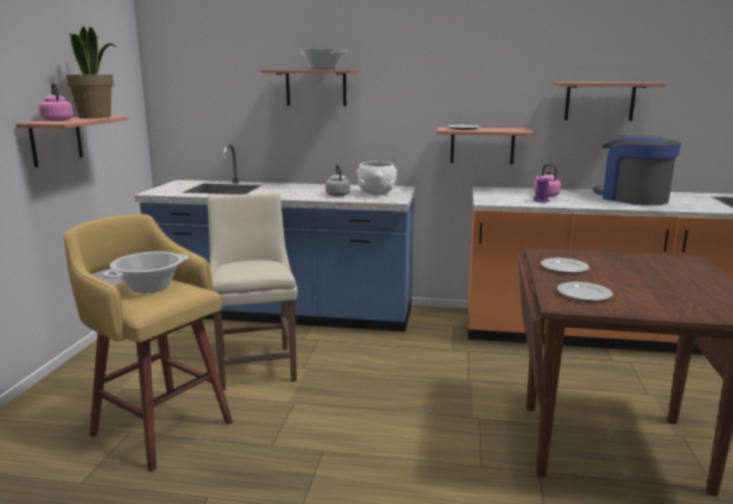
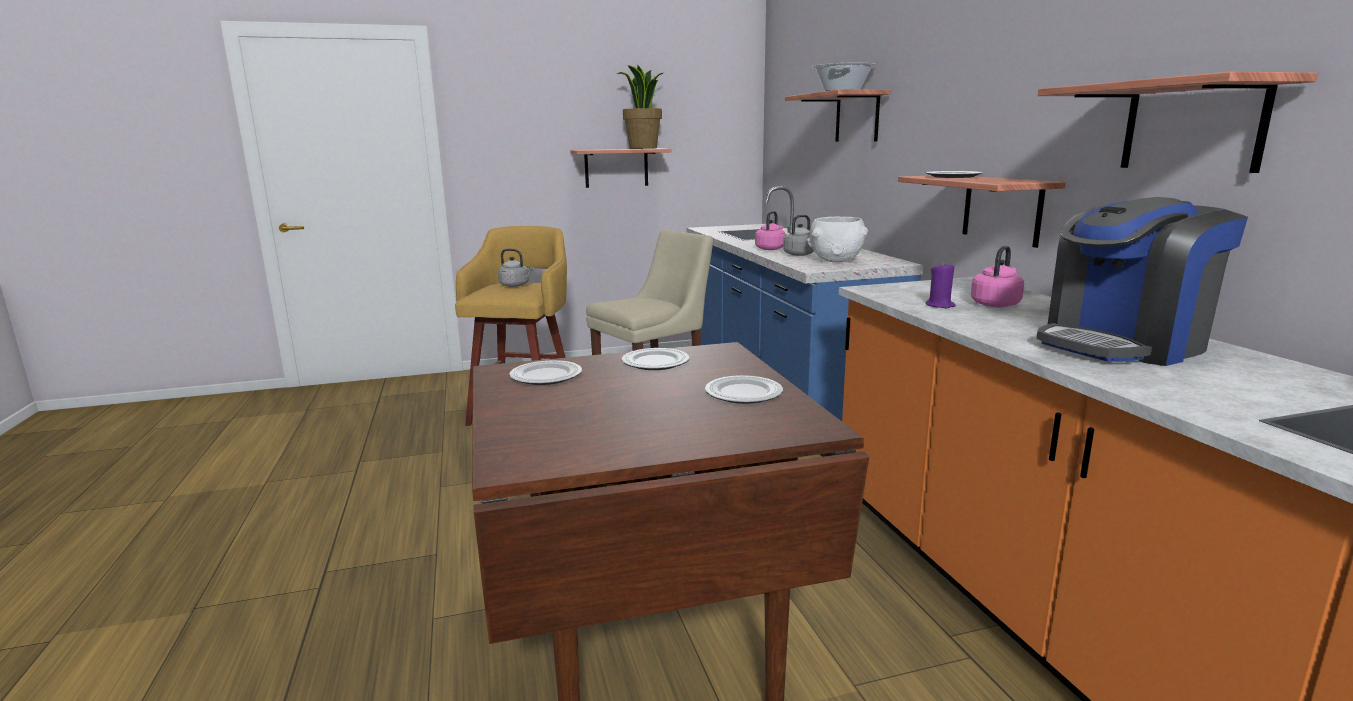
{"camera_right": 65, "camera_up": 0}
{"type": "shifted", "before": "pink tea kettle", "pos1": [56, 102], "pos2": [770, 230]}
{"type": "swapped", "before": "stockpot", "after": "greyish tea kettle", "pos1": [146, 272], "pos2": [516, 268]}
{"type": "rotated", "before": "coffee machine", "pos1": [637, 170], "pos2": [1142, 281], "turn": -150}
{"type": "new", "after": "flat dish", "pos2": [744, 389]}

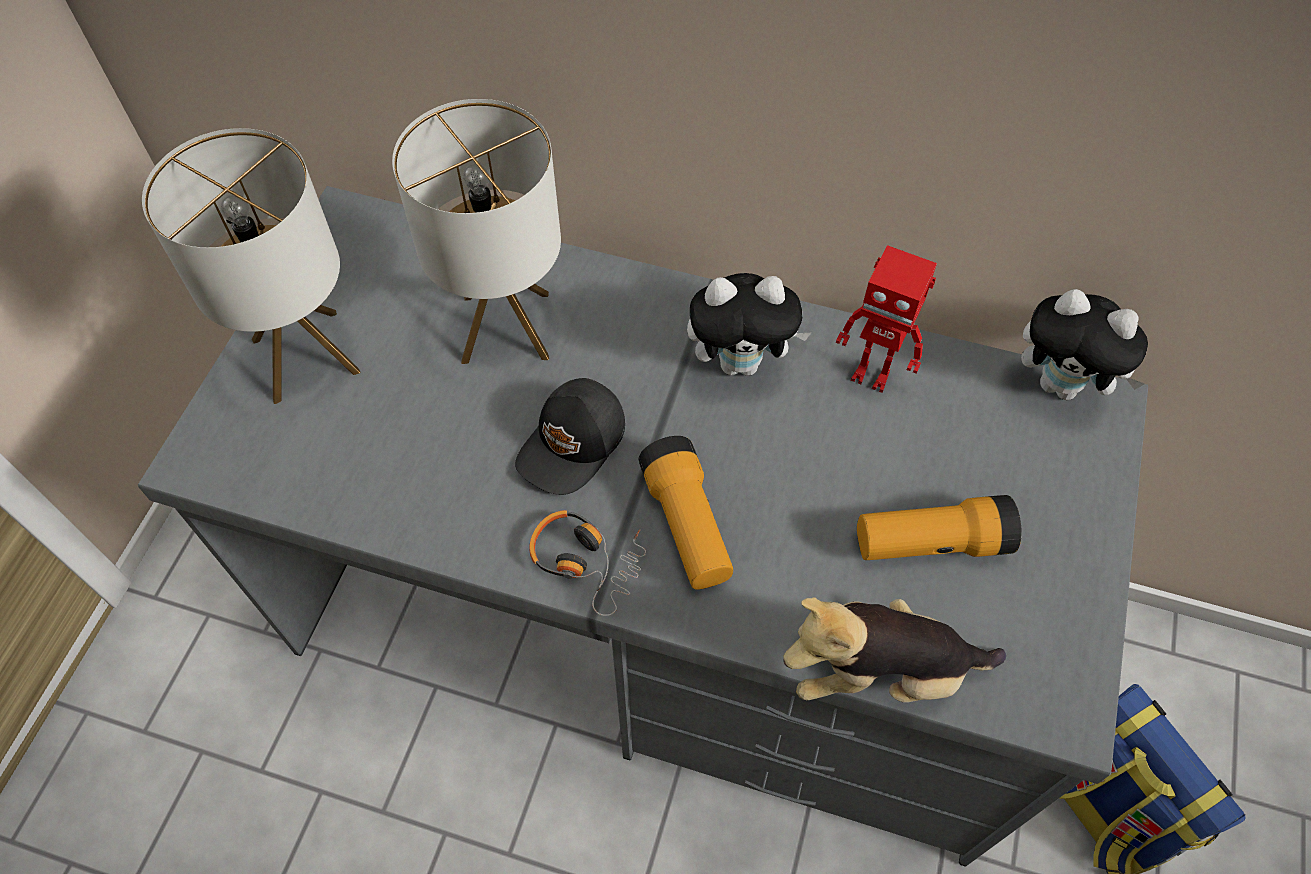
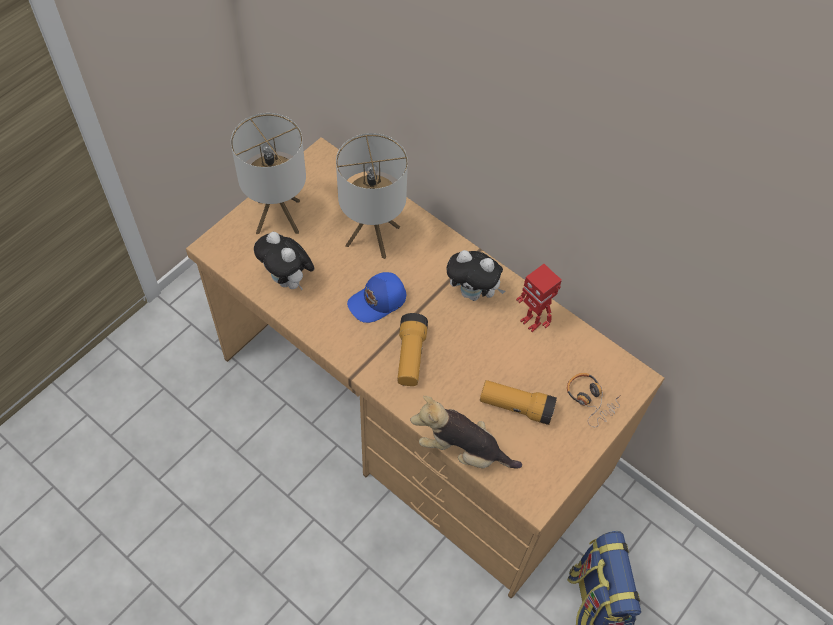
{"camera_right": 20, "camera_up": 0}
{"type": "repainted", "before": "greyish desk", "after": "brownish desk", "pos1": [643, 526], "pos2": [425, 367]}
{"type": "repainted", "before": "blackish cap", "after": "blue-coloured cap", "pos1": [570, 436], "pos2": [376, 297]}
{"type": "shifted", "before": "headset", "pos1": [587, 563], "pos2": [594, 400]}
{"type": "shifted", "before": "plush toy", "pos1": [1084, 344], "pos2": [284, 261]}

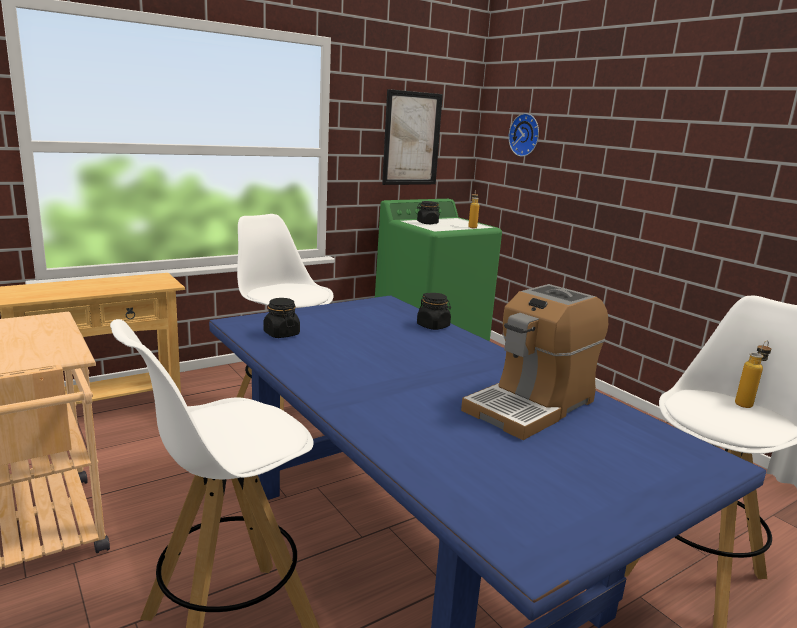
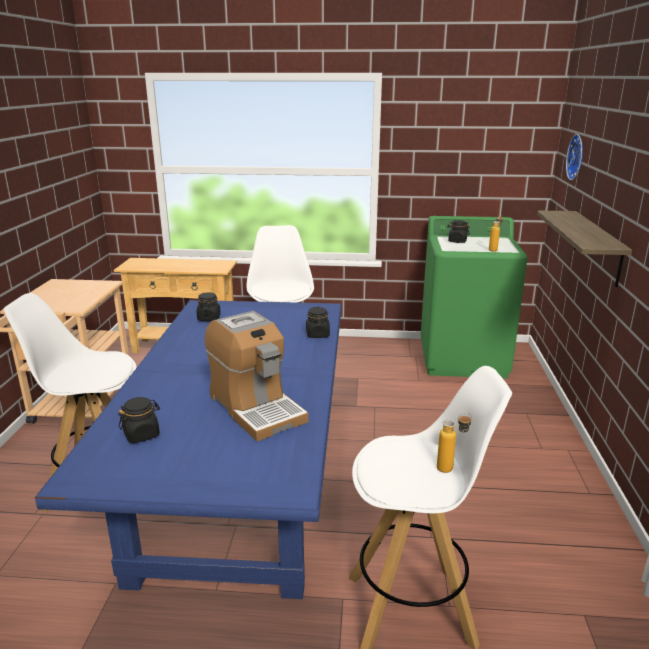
{"camera_right": 40, "camera_up": 5}
{"type": "gone", "before": "wall picture", "pos1": [412, 137]}
{"type": "rotated", "before": "coffee machine", "pos1": [534, 362], "pos2": [257, 376], "turn": -120}
{"type": "new", "after": "blackish preserve jar", "pos2": [139, 420]}
{"type": "new", "after": "bracket shelf", "pos2": [584, 248]}

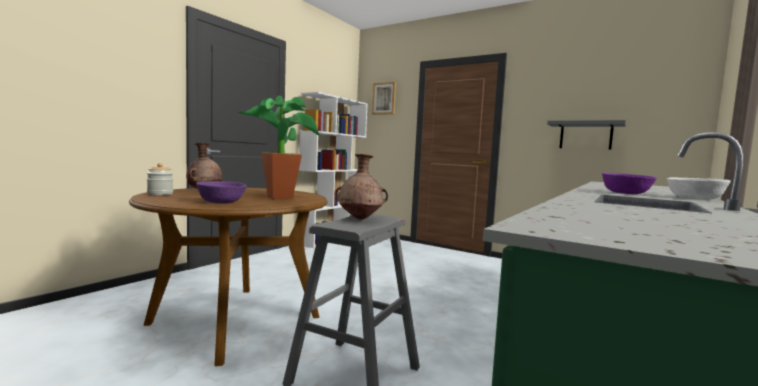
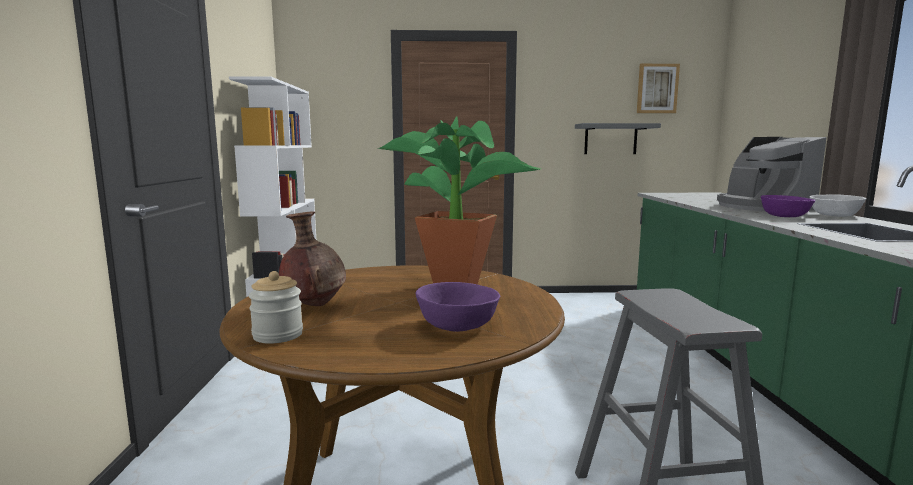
{"camera_right": -35, "camera_up": 5}
{"type": "gone", "before": "brownish vase", "pos1": [361, 187]}
{"type": "shifted", "before": "wall picture", "pos1": [384, 98], "pos2": [658, 88]}
{"type": "new", "after": "coffee machine", "pos2": [771, 174]}

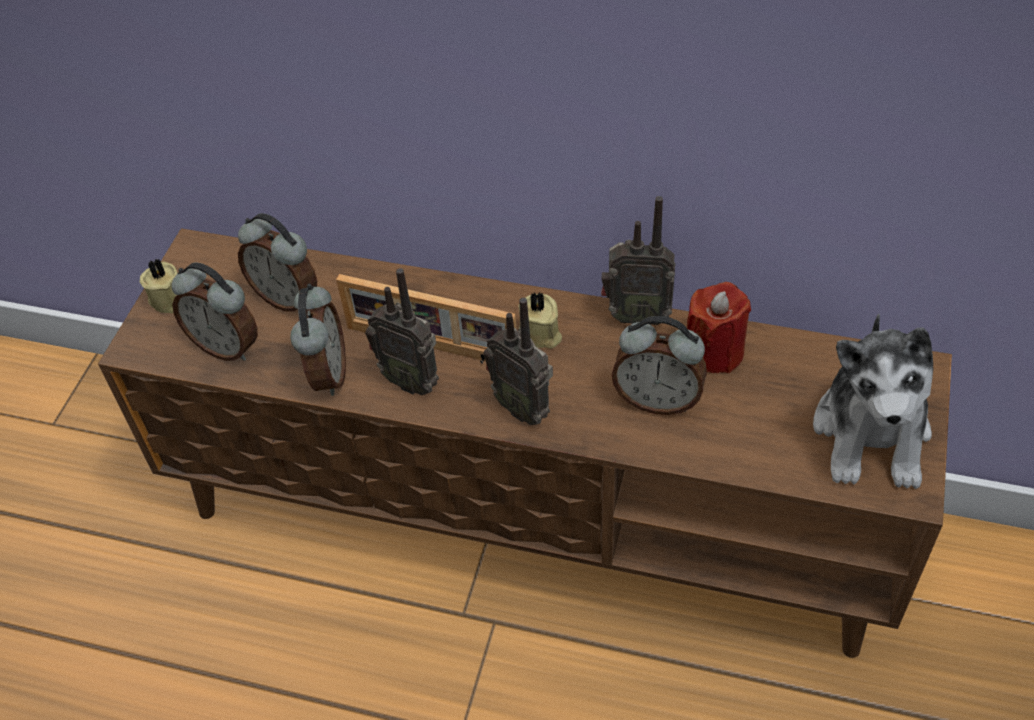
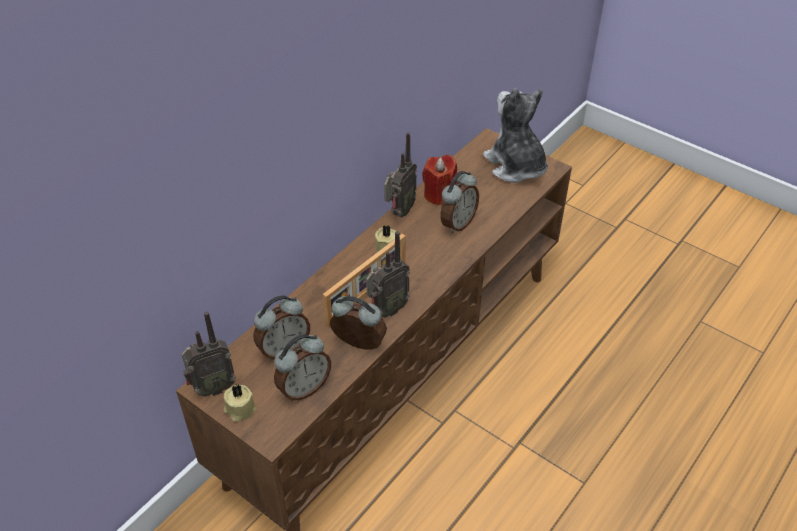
{"camera_right": -70, "camera_up": -5}
{"type": "shifted", "before": "radio", "pos1": [518, 361], "pos2": [209, 354]}
{"type": "rotated", "before": "plush toy", "pos1": [873, 401], "pos2": [515, 135], "turn": -150}

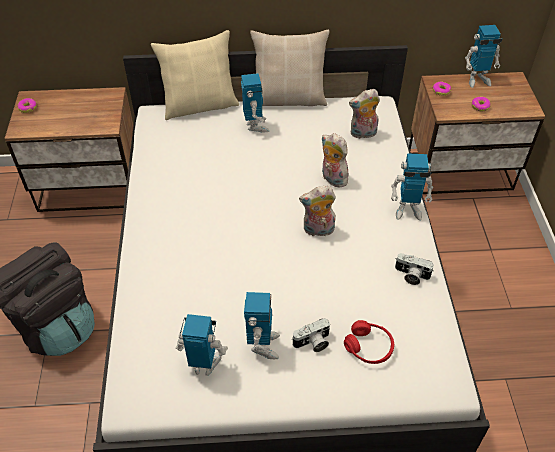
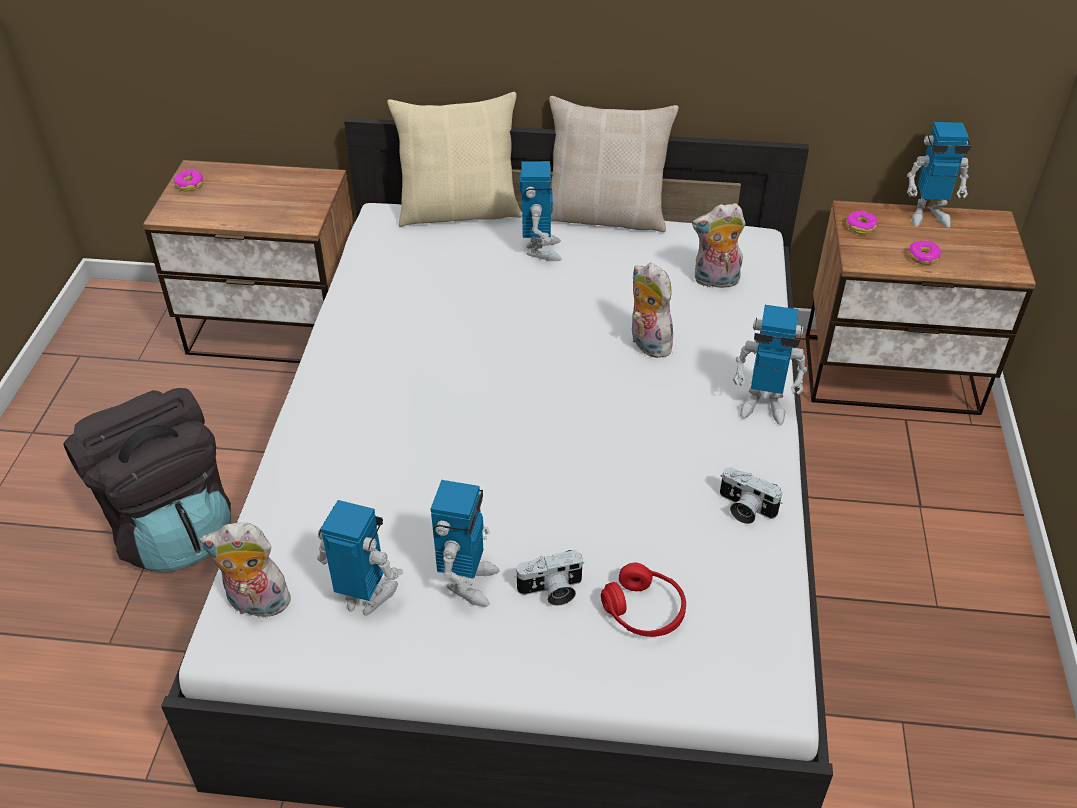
{"camera_right": 10, "camera_up": -5}
{"type": "shifted", "before": "plush toy", "pos1": [317, 211], "pos2": [245, 572]}

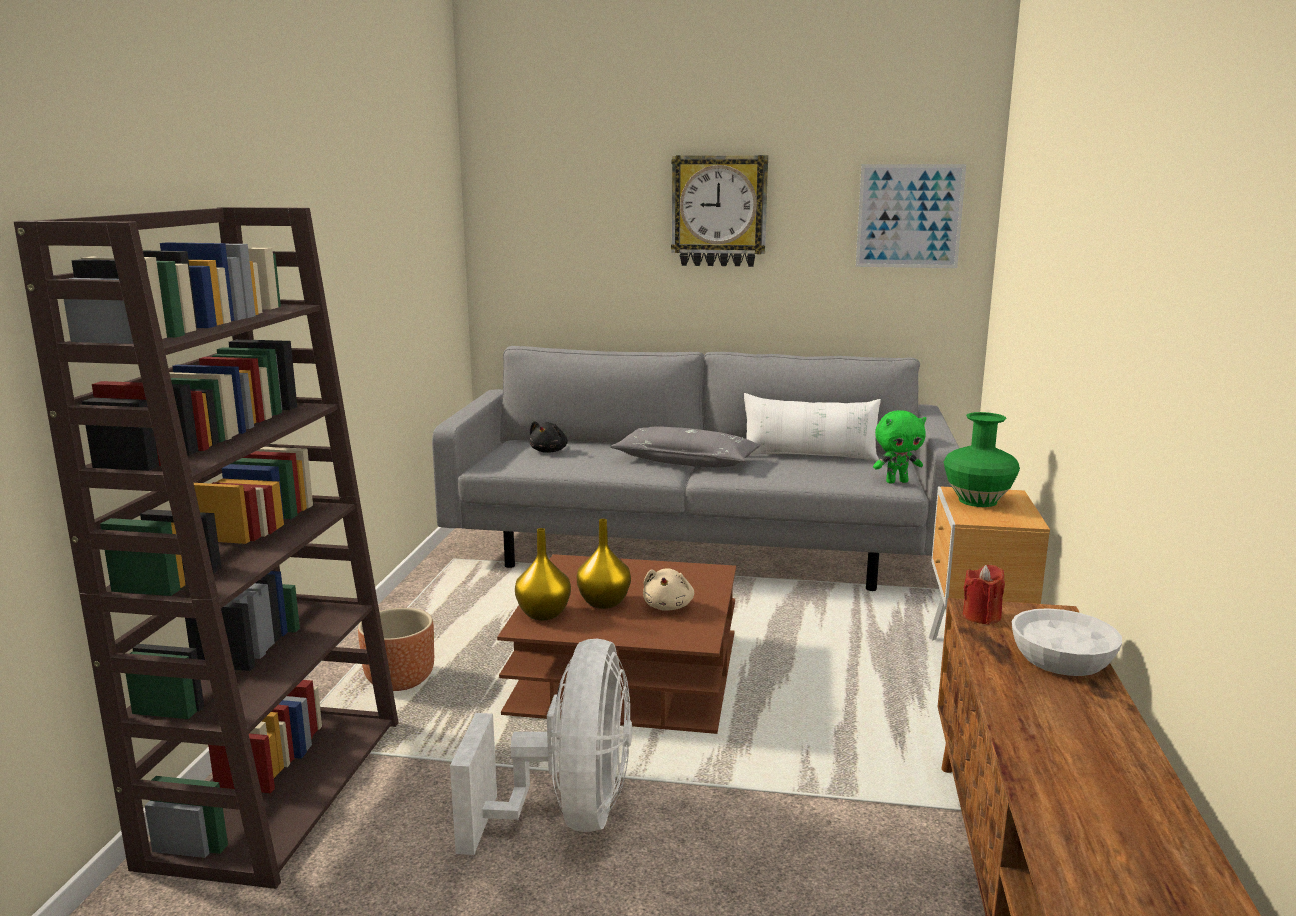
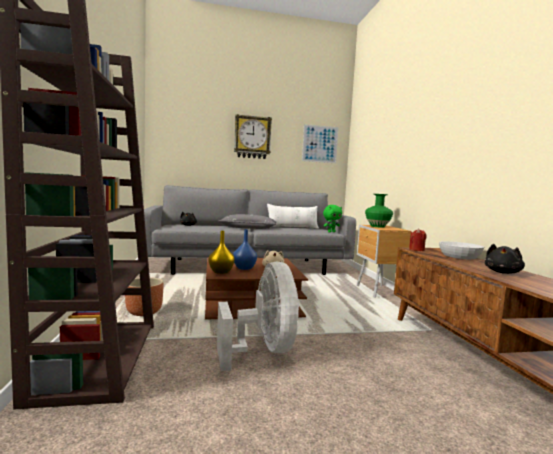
{"camera_right": -20, "camera_up": -10}
{"type": "repainted", "before": "yellowish vase", "after": "blue-coloured vase", "pos1": [604, 564], "pos2": [245, 249]}
{"type": "new", "after": "blackish plush toy", "pos2": [505, 259]}

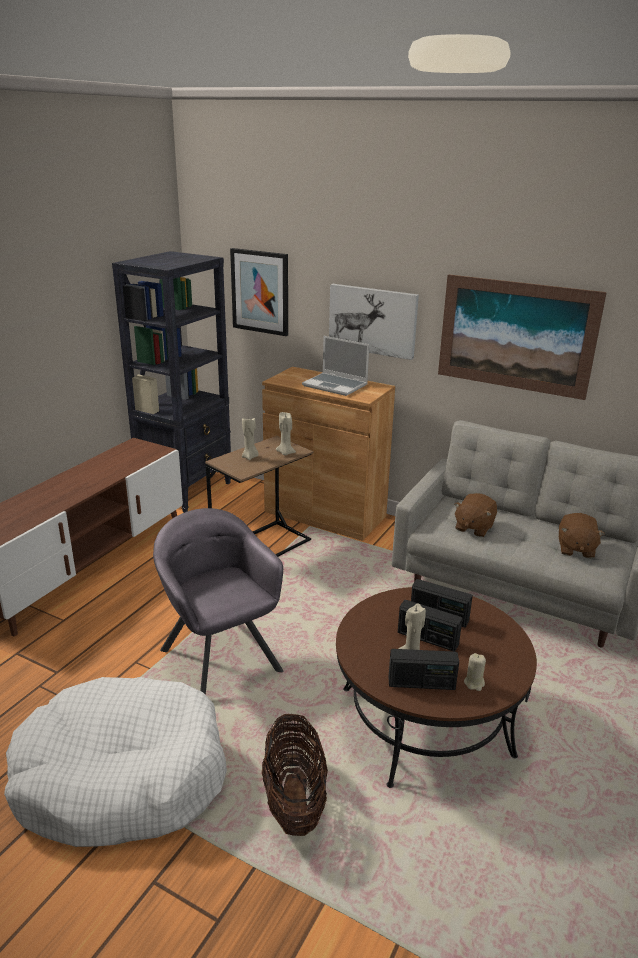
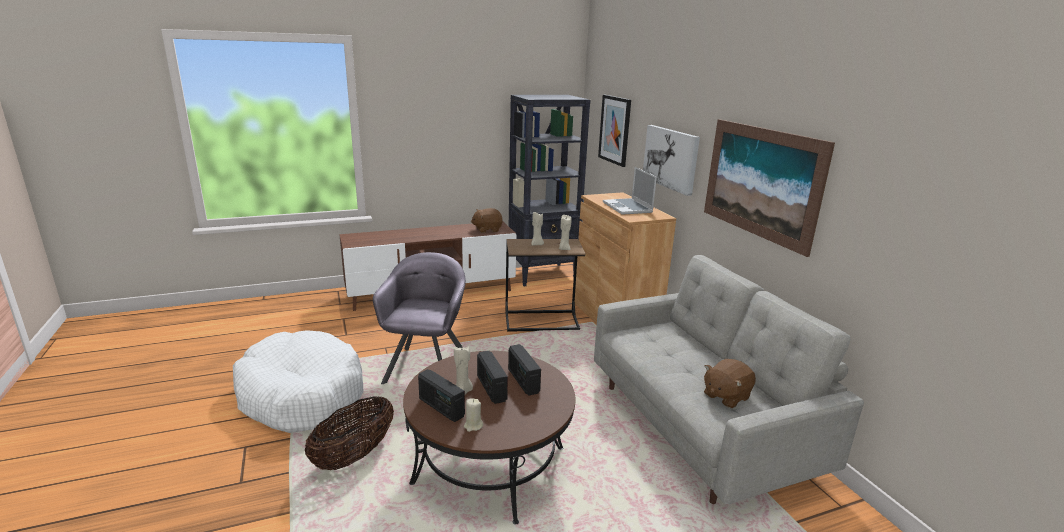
{"camera_right": 40, "camera_up": -5}
{"type": "shifted", "before": "brownish plush toy", "pos1": [475, 515], "pos2": [487, 220]}

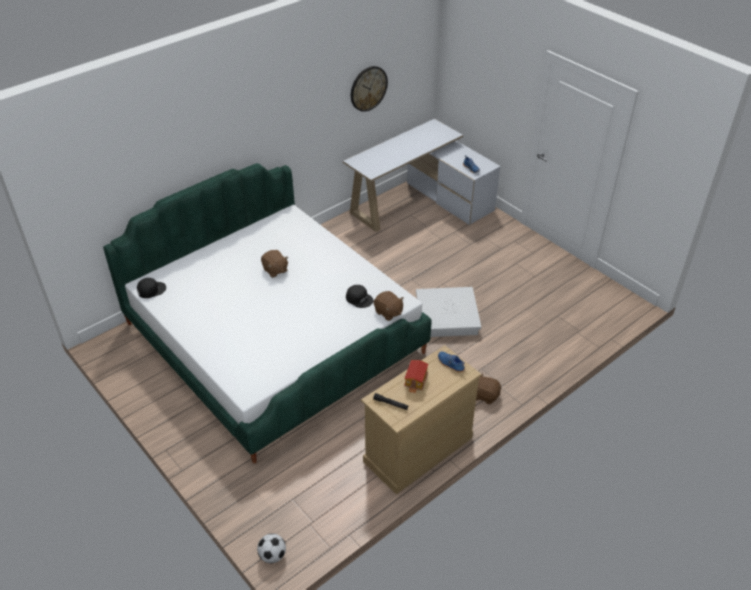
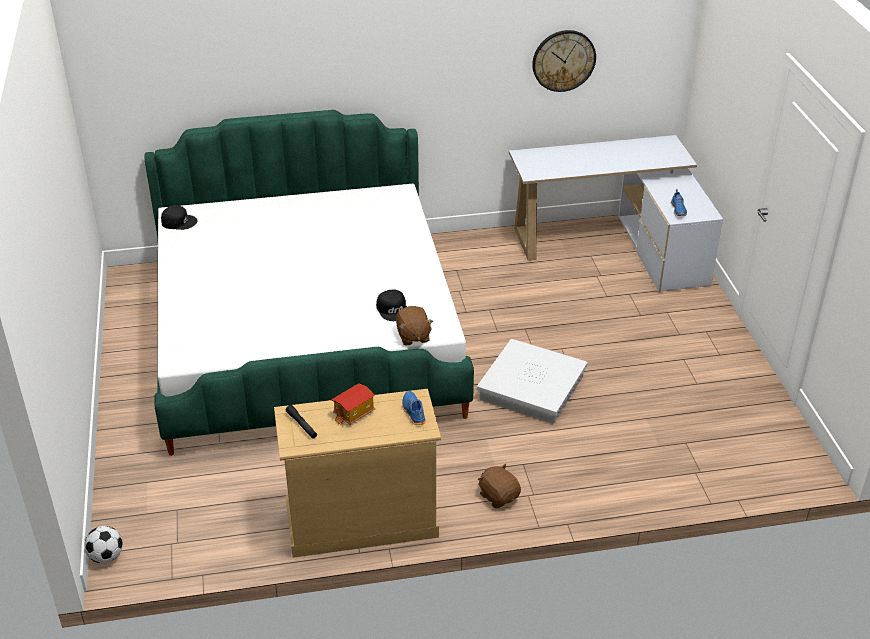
{"camera_right": 30, "camera_up": -5}
{"type": "gone", "before": "brownish plush toy", "pos1": [274, 264]}

